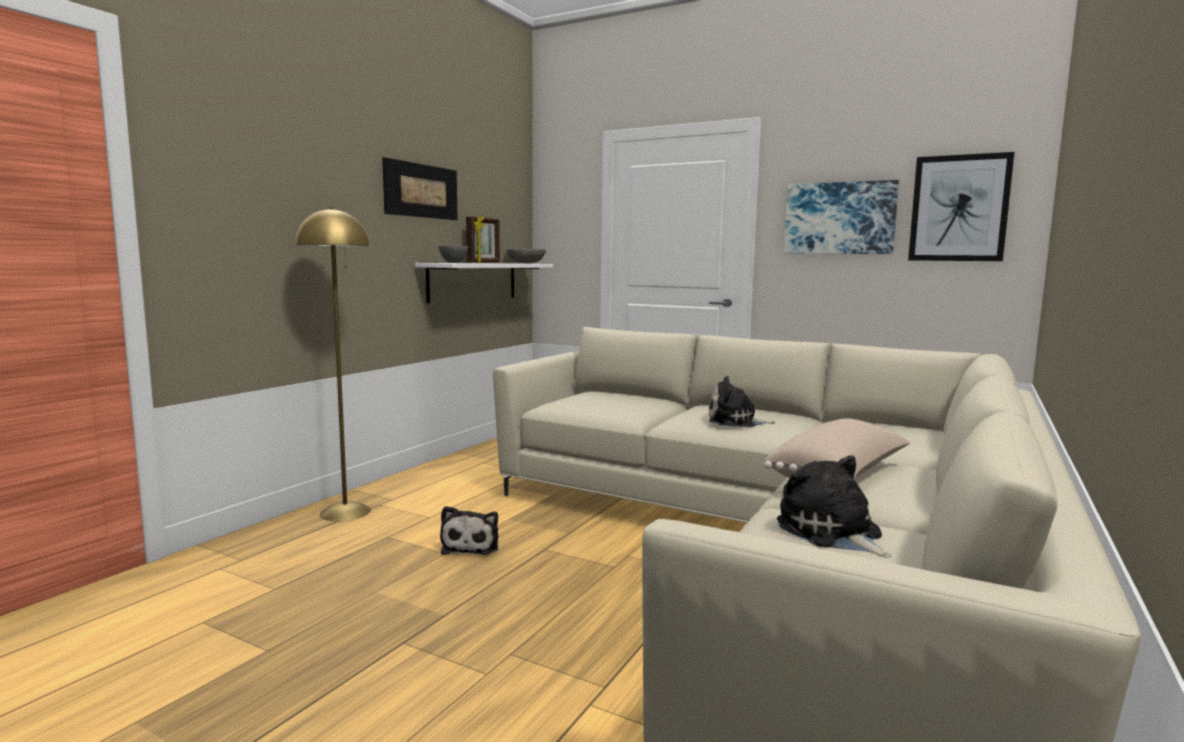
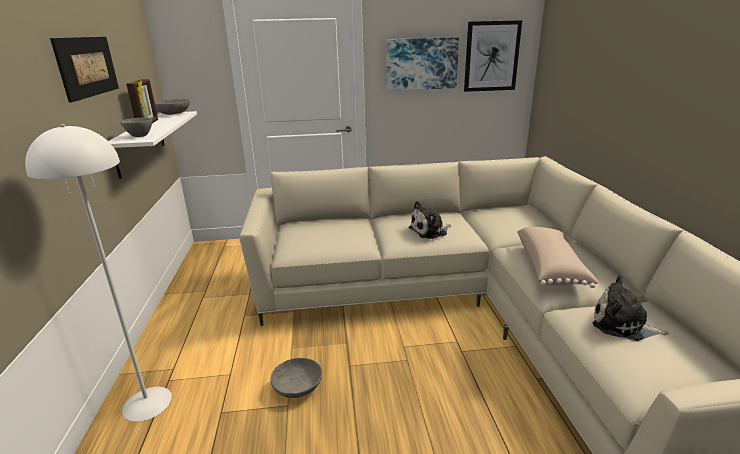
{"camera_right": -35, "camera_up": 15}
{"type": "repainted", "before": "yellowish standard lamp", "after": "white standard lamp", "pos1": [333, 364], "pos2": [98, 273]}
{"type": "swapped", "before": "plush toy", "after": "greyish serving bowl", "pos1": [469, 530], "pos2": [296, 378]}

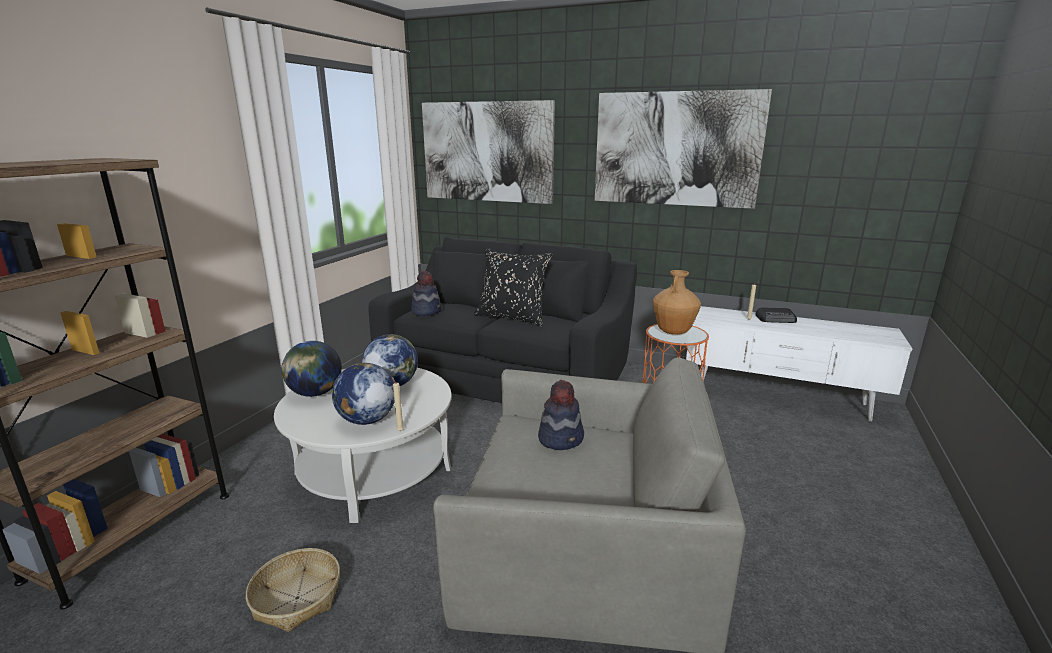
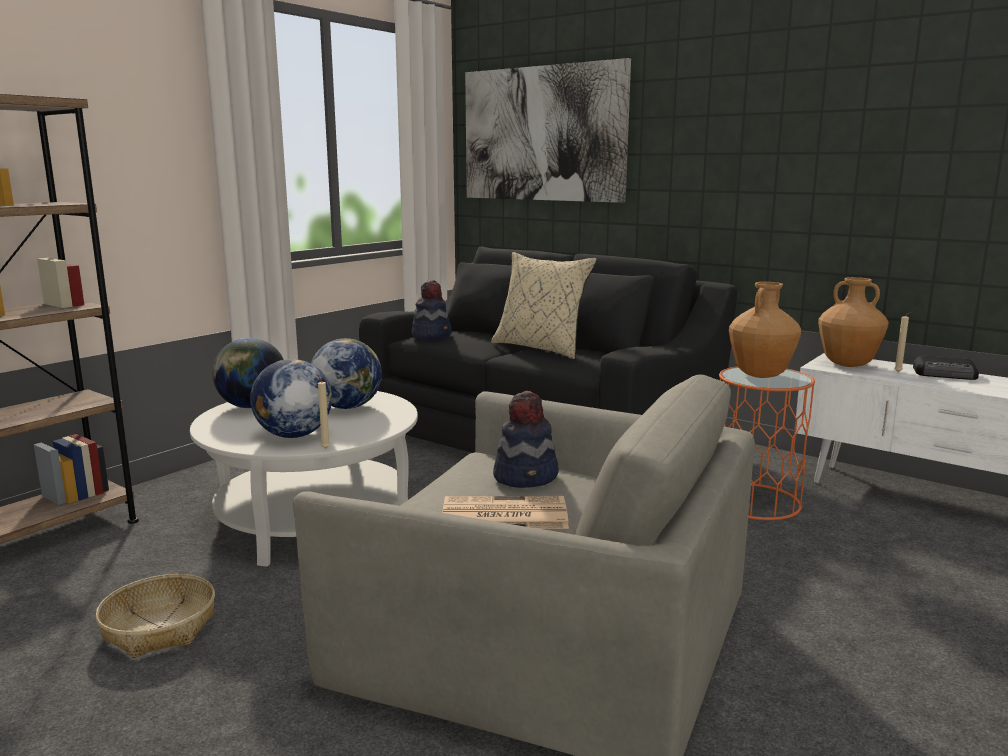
{"camera_right": 15, "camera_up": -5}
{"type": "repainted", "before": "blackish pillow", "after": "sand-coloured pillow", "pos1": [513, 287], "pos2": [544, 305]}
{"type": "gone", "before": "wall picture", "pos1": [683, 149]}
{"type": "new", "after": "newspaper", "pos2": [505, 512]}
{"type": "new", "after": "brownish vase", "pos2": [853, 322]}

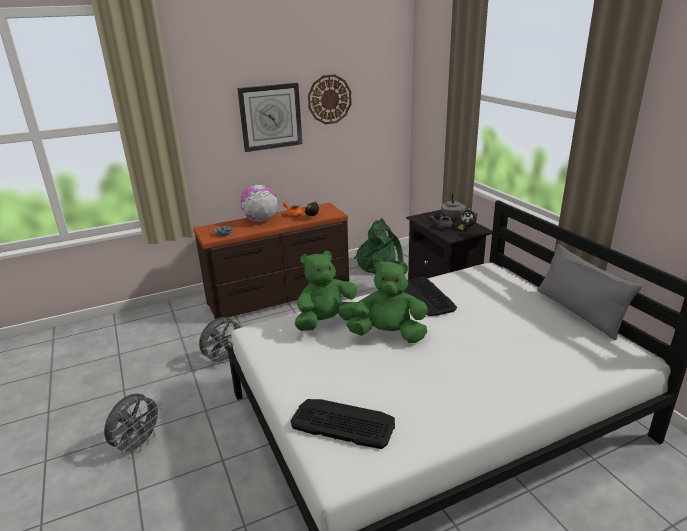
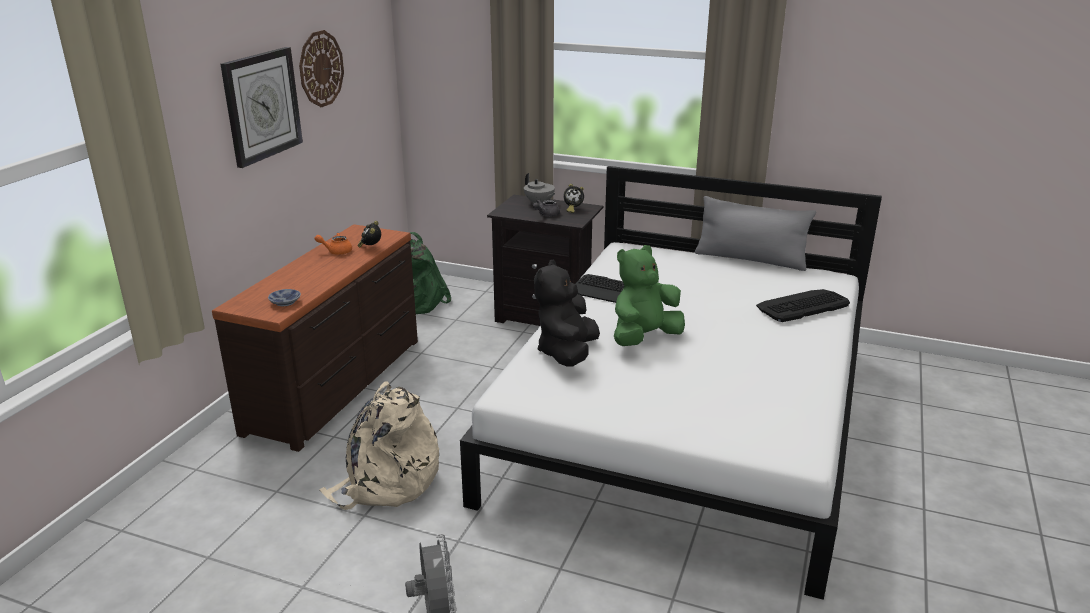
{"camera_right": -45, "camera_up": 0}
{"type": "swapped", "before": "greyish fan", "after": "sand-coloured knapsack", "pos1": [220, 341], "pos2": [379, 445]}
{"type": "gone", "before": "desk globe", "pos1": [259, 203]}
{"type": "shifted", "before": "computer keyboard", "pos1": [343, 424], "pos2": [803, 305]}
{"type": "repainted", "before": "greenish plush toy", "after": "blackish plush toy", "pos1": [326, 291], "pos2": [567, 313]}

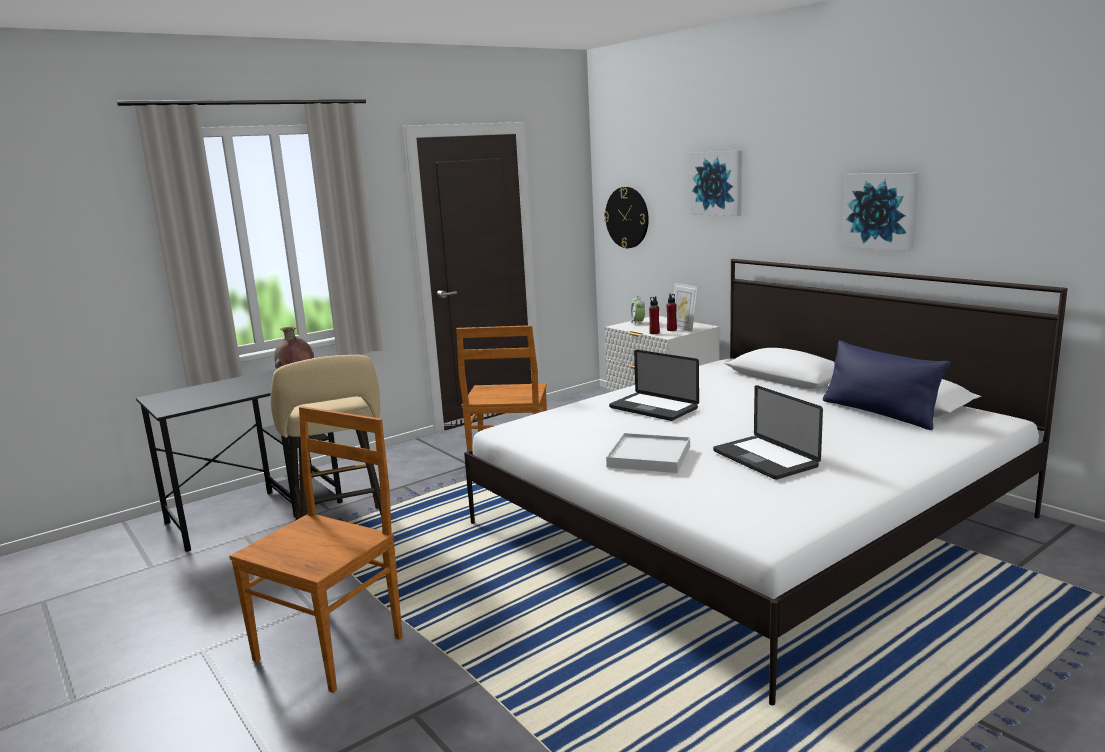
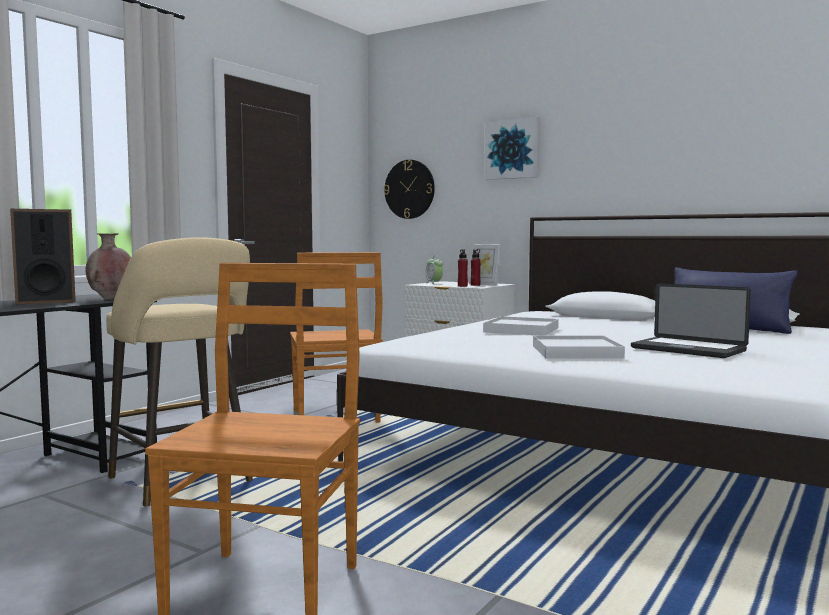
{"camera_right": -20, "camera_up": -10}
{"type": "swapped", "before": "laptop", "after": "white serving tray", "pos1": [654, 385], "pos2": [521, 326]}
{"type": "gone", "before": "wall picture", "pos1": [880, 212]}
{"type": "new", "after": "speaker", "pos2": [43, 256]}

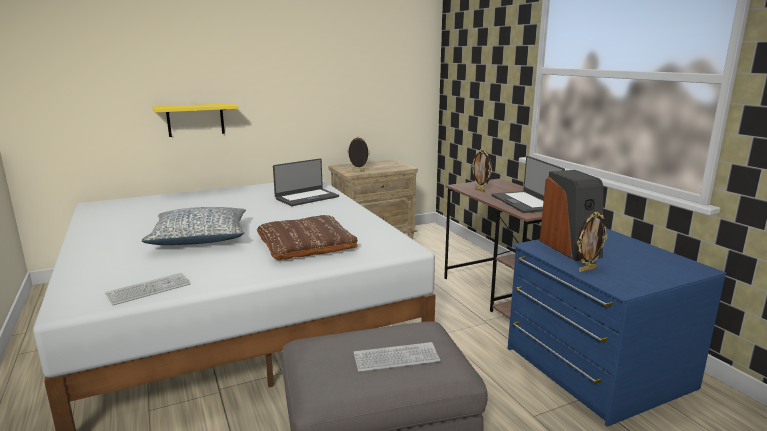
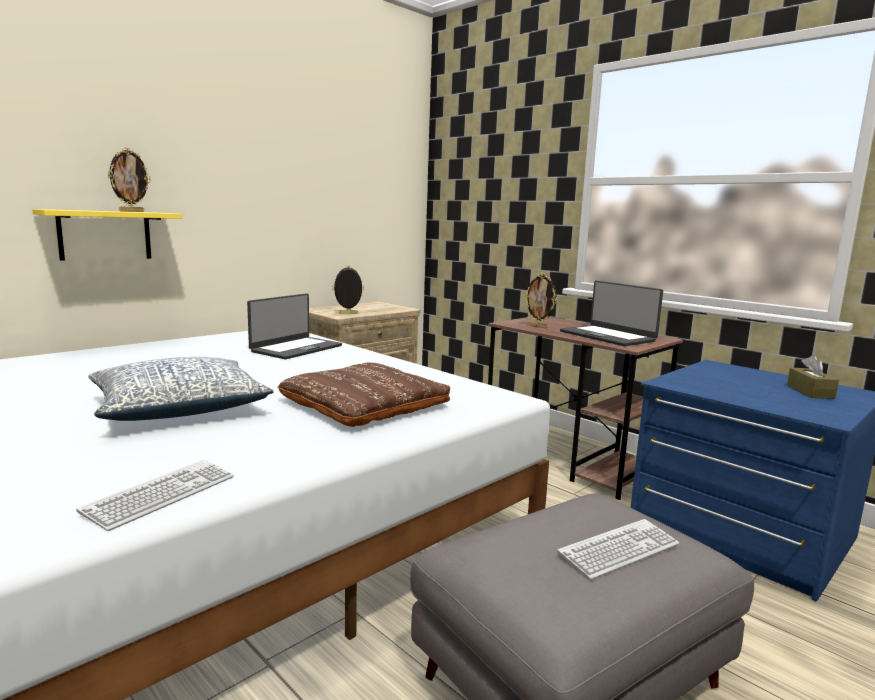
{"camera_right": -20, "camera_up": -5}
{"type": "gone", "before": "speaker", "pos1": [571, 215]}
{"type": "shifted", "before": "standing frame", "pos1": [592, 242], "pos2": [129, 180]}
{"type": "new", "after": "brownish tissue holder", "pos2": [813, 377]}

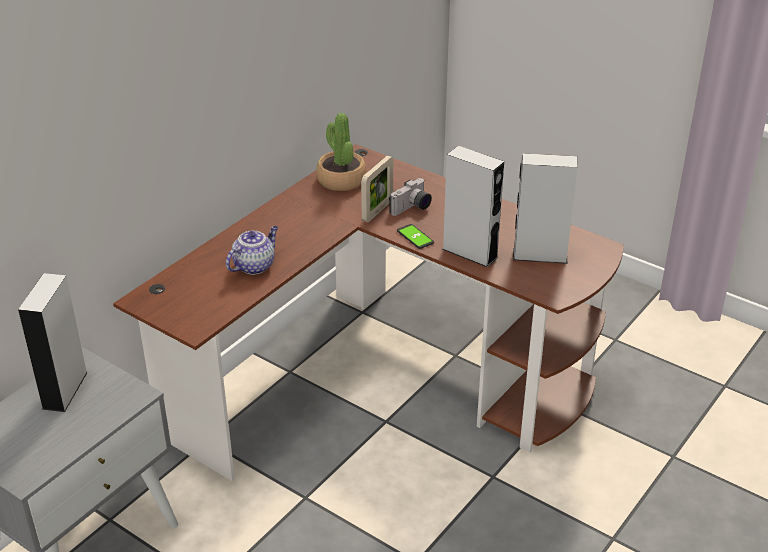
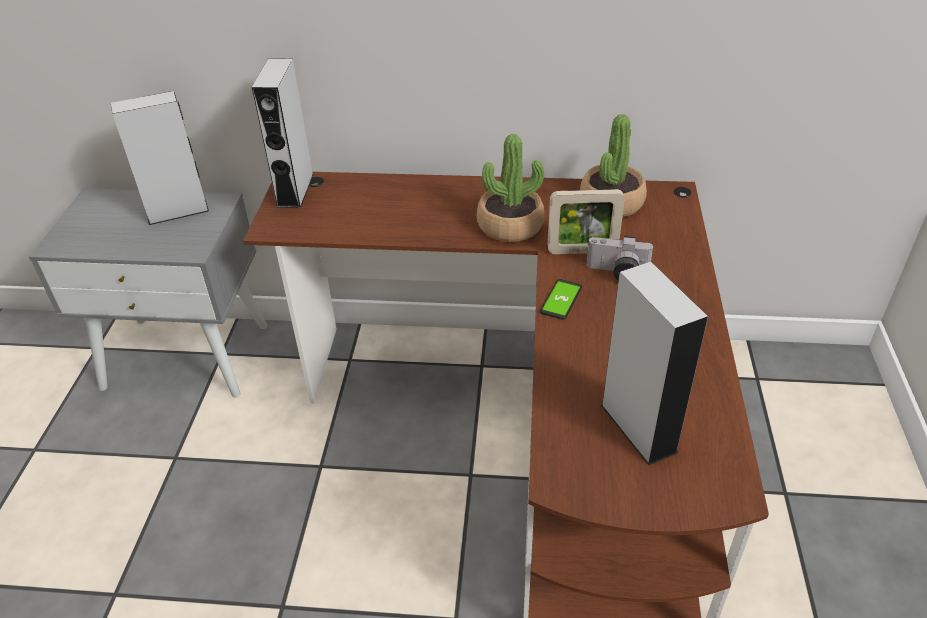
{"camera_right": 60, "camera_up": 5}
{"type": "gone", "before": "teapot", "pos1": [252, 250]}
{"type": "shifted", "before": "greyish speaker", "pos1": [473, 206], "pos2": [283, 133]}
{"type": "new", "after": "potted plant", "pos2": [510, 188]}

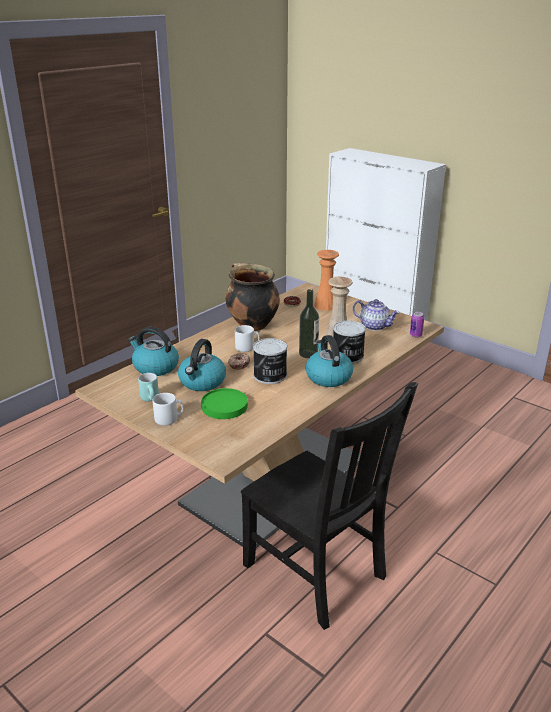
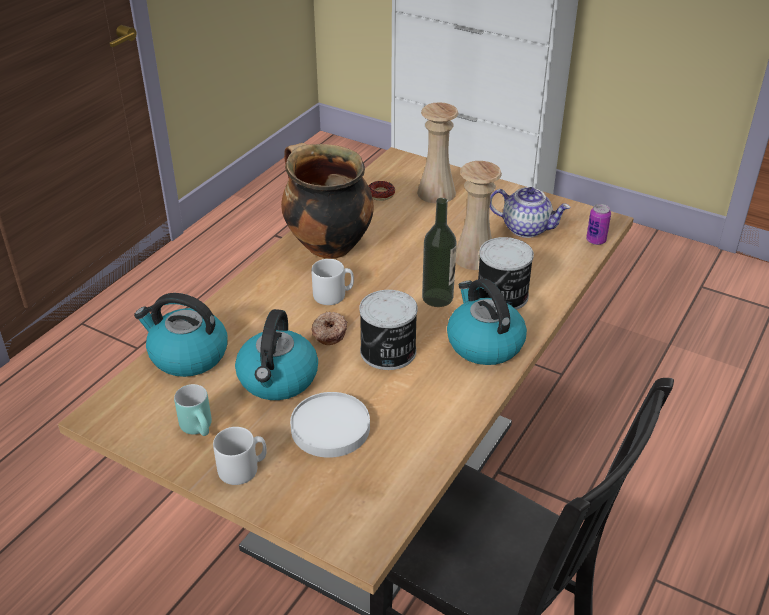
{"camera_right": -10, "camera_up": 10}
{"type": "repainted", "before": "greenish flat dish", "after": "white flat dish", "pos1": [224, 403], "pos2": [330, 425]}
{"type": "repainted", "before": "orangey vase", "after": "sand-coloured vase", "pos1": [326, 280], "pos2": [437, 152]}

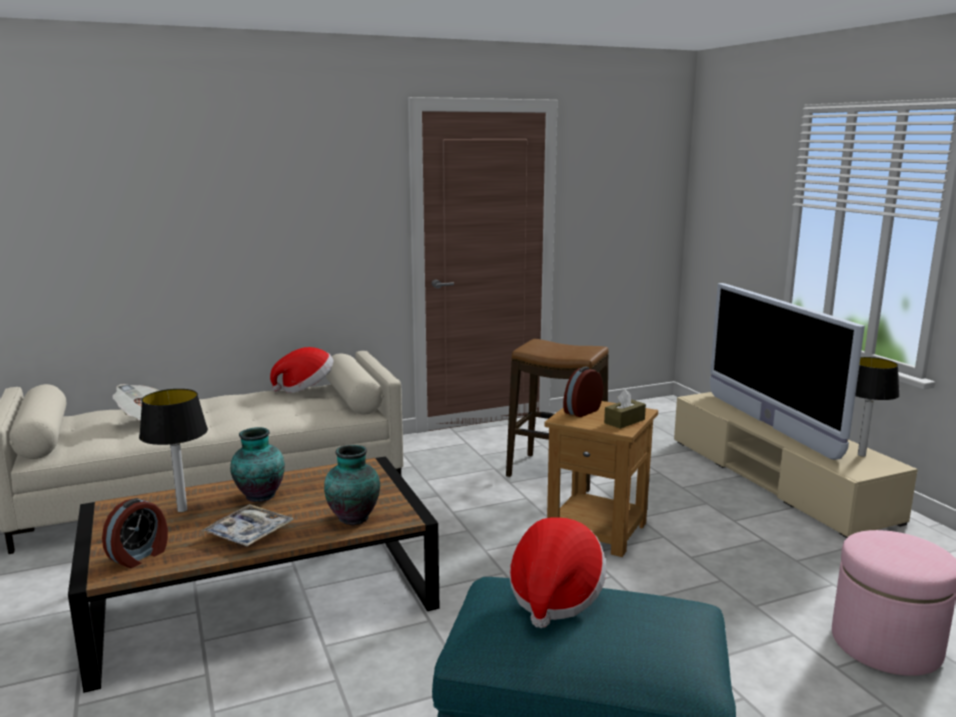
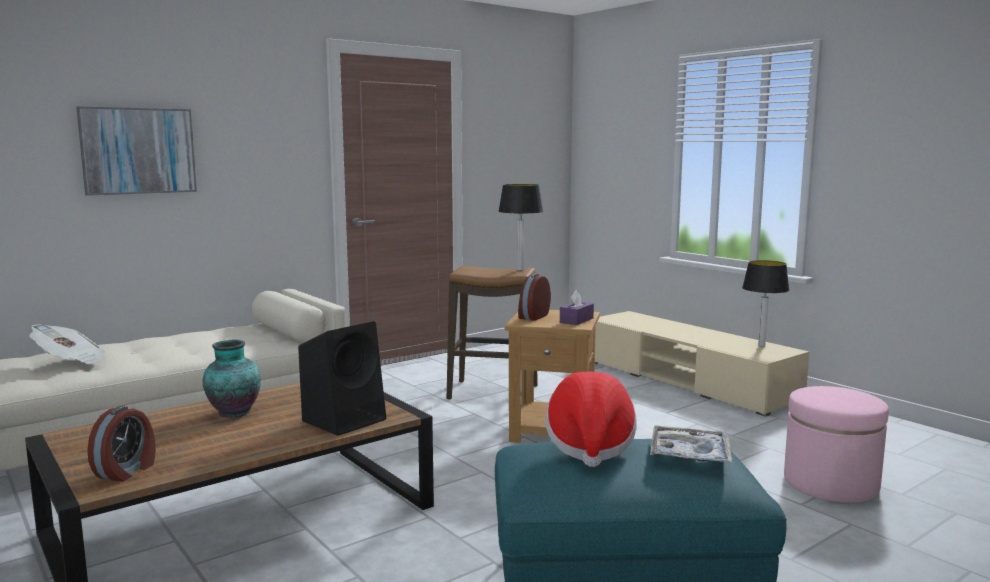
{"camera_right": -15, "camera_up": -5}
{"type": "shifted", "before": "table lamp", "pos1": [173, 450], "pos2": [520, 227]}
{"type": "shifted", "before": "serving tray", "pos1": [247, 525], "pos2": [691, 444]}
{"type": "gone", "before": "wearable hat", "pos1": [302, 370]}
{"type": "swapped", "before": "vase", "after": "blackish speaker", "pos1": [352, 485], "pos2": [342, 378]}
{"type": "repainted", "before": "brownish tissue holder", "after": "purple tissue holder", "pos1": [625, 409], "pos2": [577, 307]}
{"type": "gone", "before": "TV", "pos1": [787, 371]}
{"type": "new", "after": "wall picture", "pos2": [136, 151]}

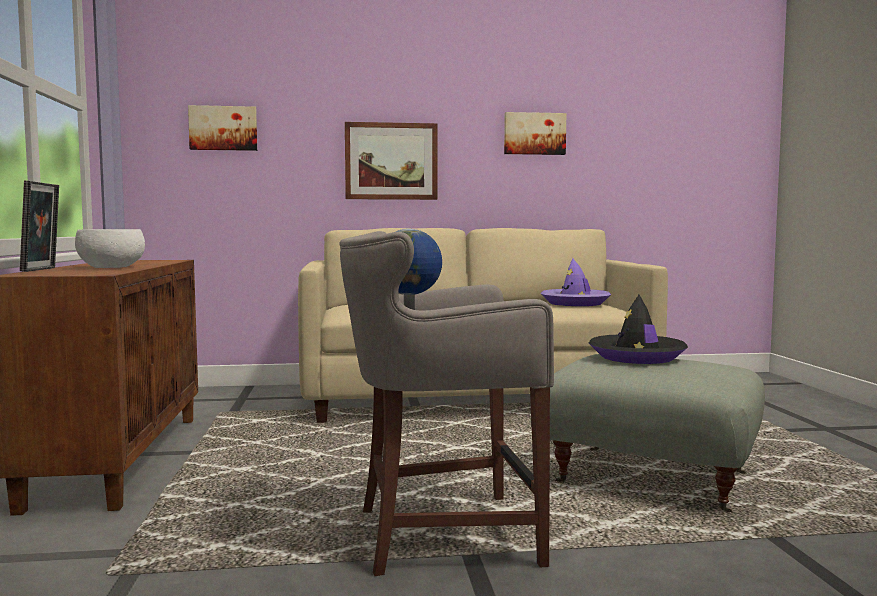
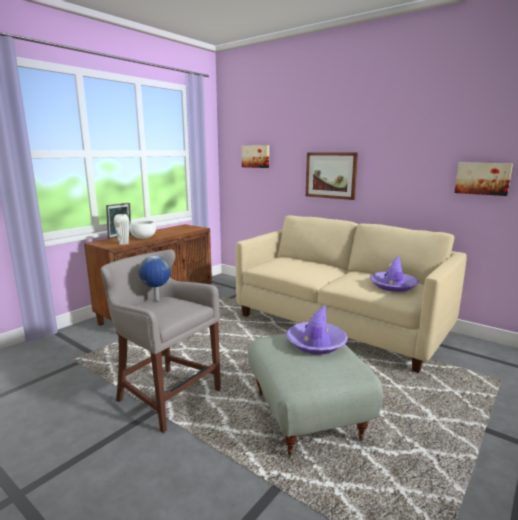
{"camera_right": 45, "camera_up": 10}
{"type": "shifted", "before": "wall picture", "pos1": [535, 133], "pos2": [484, 179]}
{"type": "repainted", "before": "blackish wearable hat", "after": "purple wearable hat", "pos1": [638, 329], "pos2": [317, 329]}
{"type": "new", "after": "white vase", "pos2": [122, 229]}

